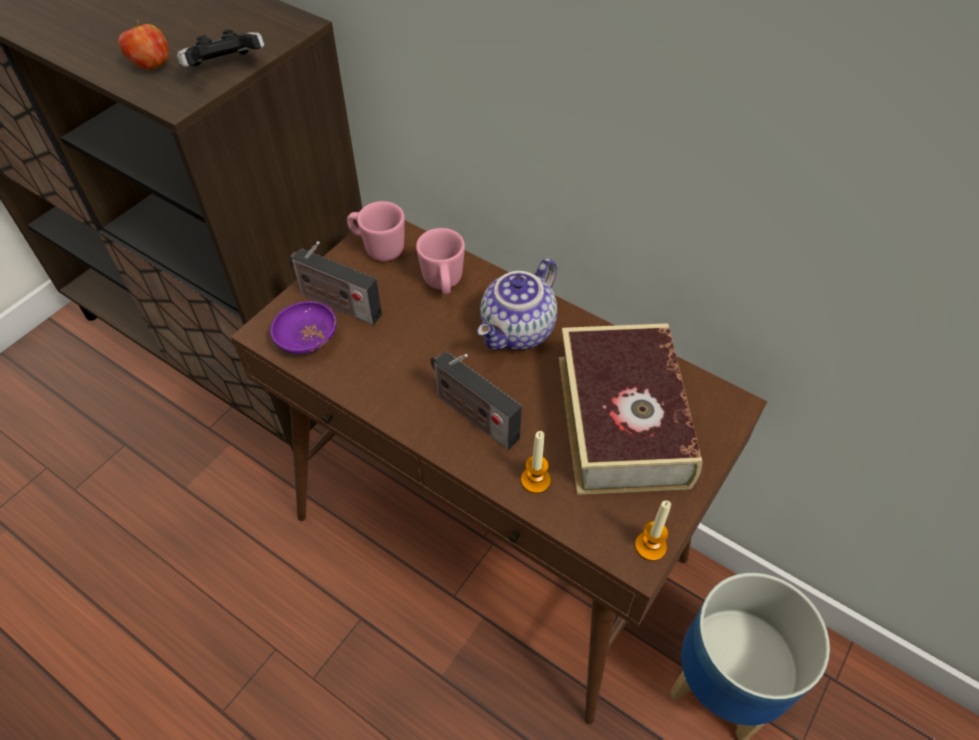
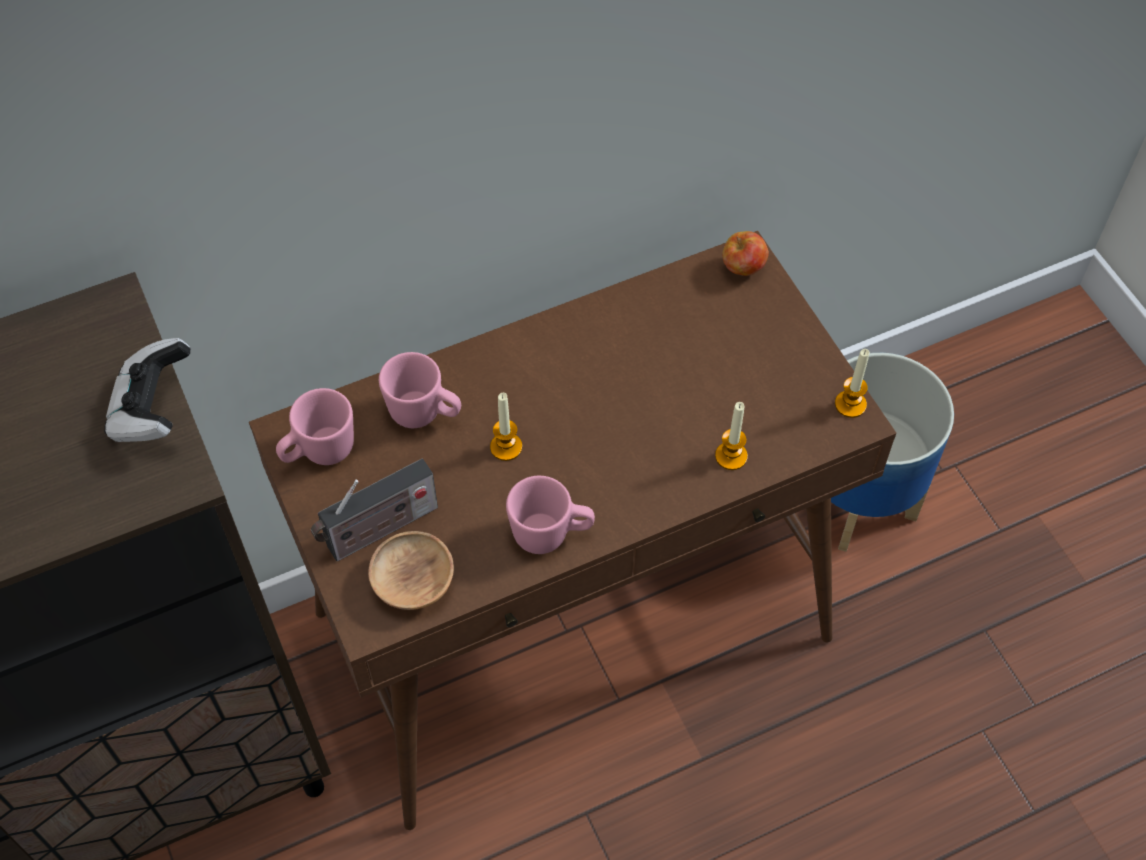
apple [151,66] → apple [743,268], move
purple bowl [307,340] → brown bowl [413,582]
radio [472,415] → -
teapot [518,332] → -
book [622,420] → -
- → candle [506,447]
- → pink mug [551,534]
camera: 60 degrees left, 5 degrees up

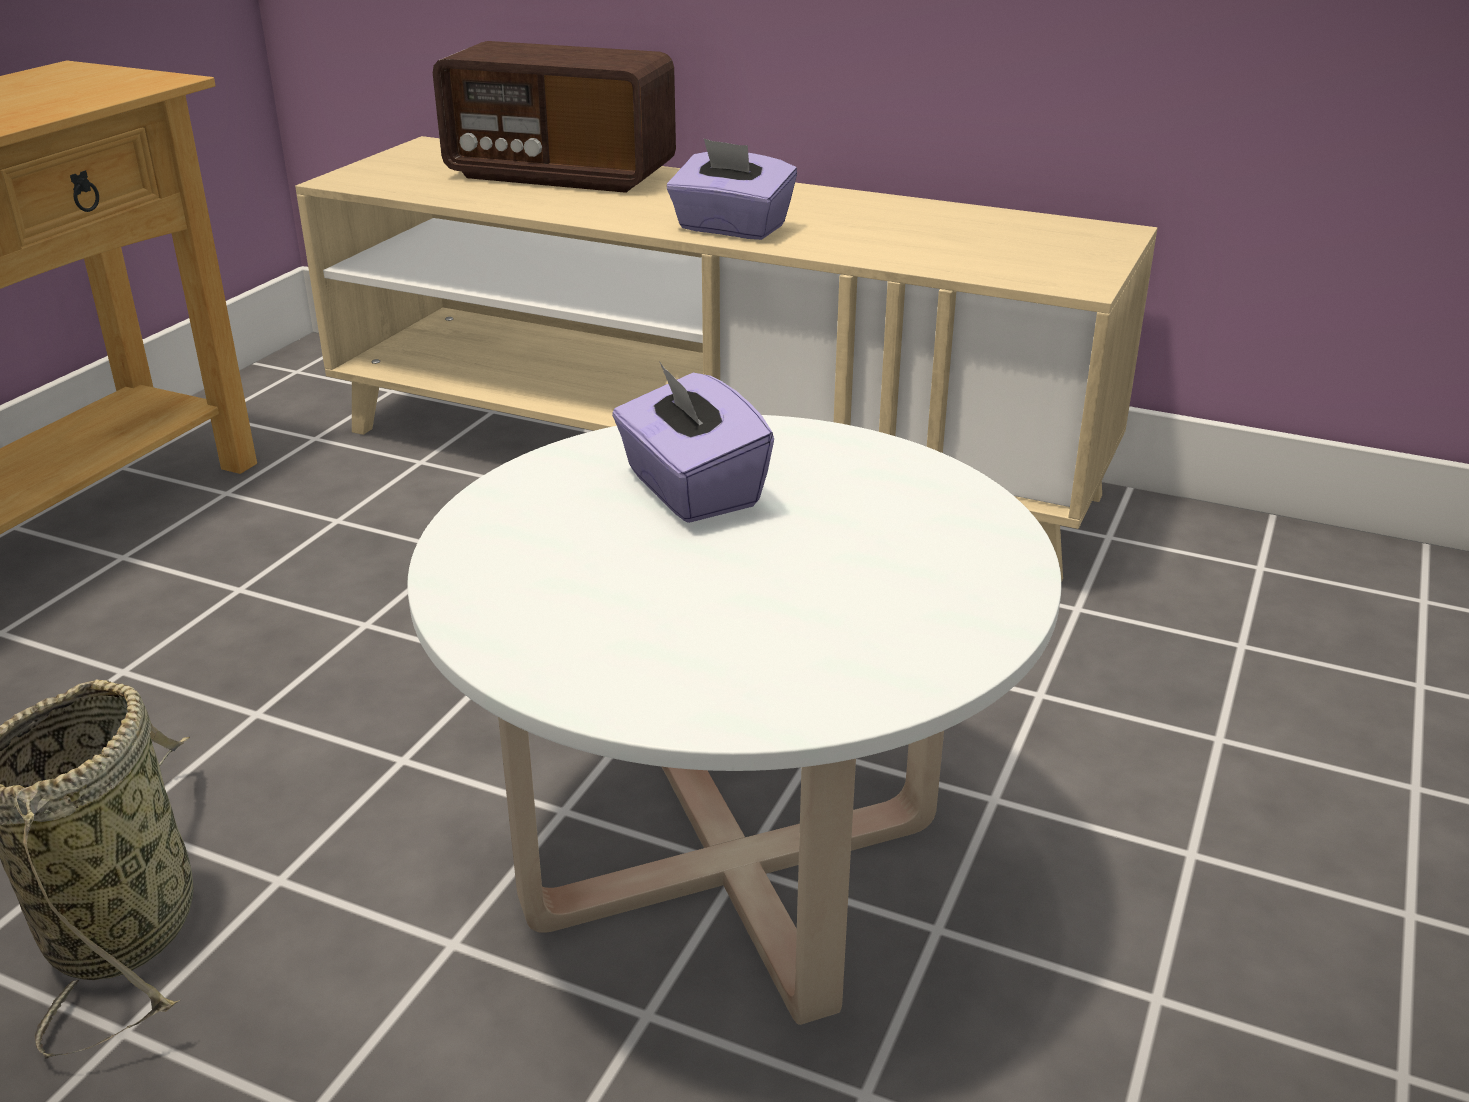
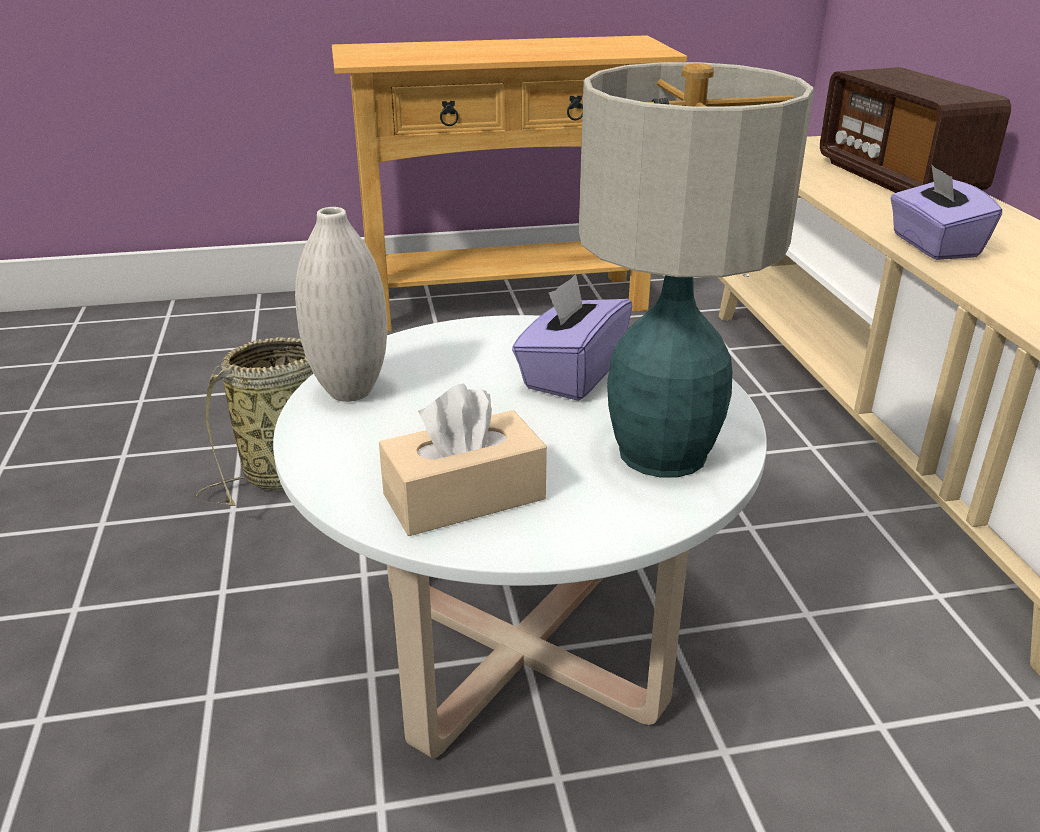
- → white vase [350,392]
- → beige tissue box [464,497]
- → table lamp [661,454]
camera: 55 degrees right, 0 degrees up

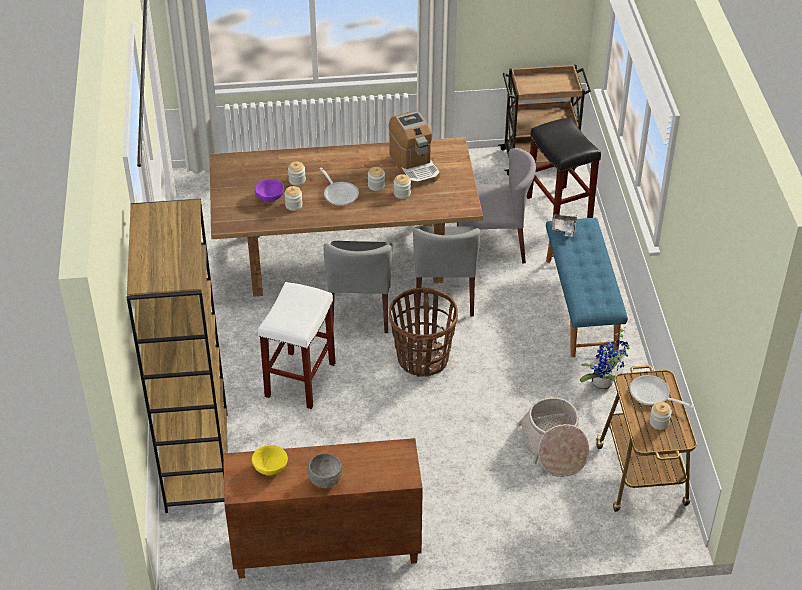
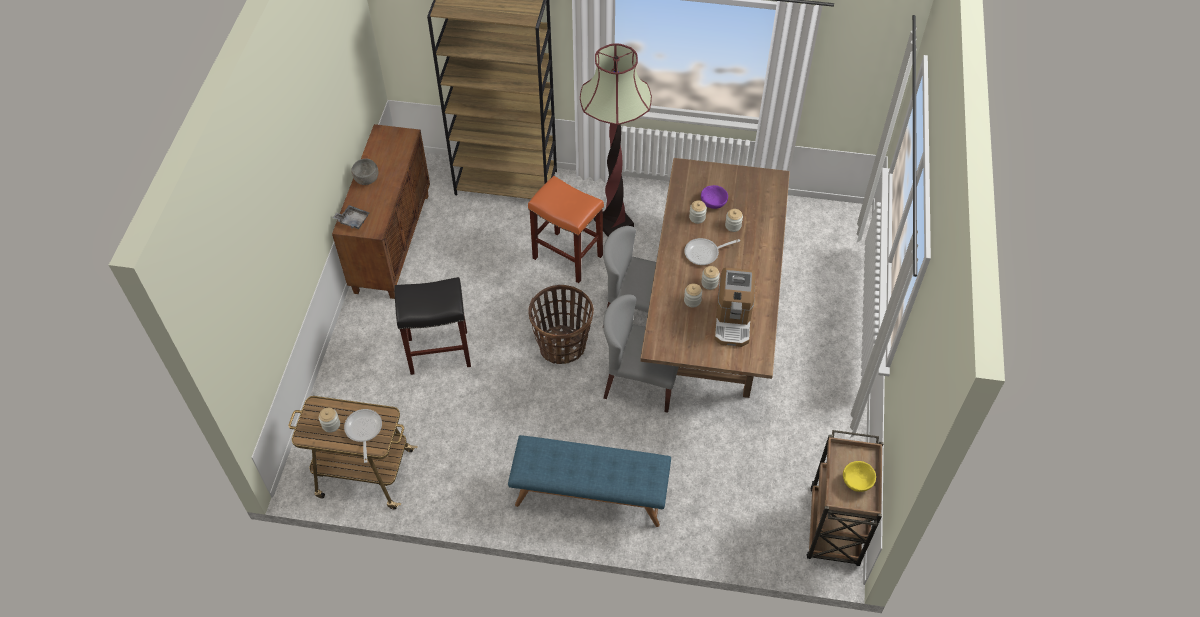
yellow bowl [270,467] → yellow bowl [857,482], move
white stool [300,379] → orange stool [568,257]
coffee machine [414,166] → coffee machine [733,320], 75 degrees counterclockwise
grey chair [491,245] → -
basket [554,447] → -
black stool [560,209] → black stool [438,352], move
grey tray [563,229] → grey tray [353,220], move
potted plant [604,385] → -
frying pan [653,395] → frying pan [363,431], 60 degrees counterclockwise
- → floor lamp [613,223]
camera: 105 degrees right, 10 degrees up

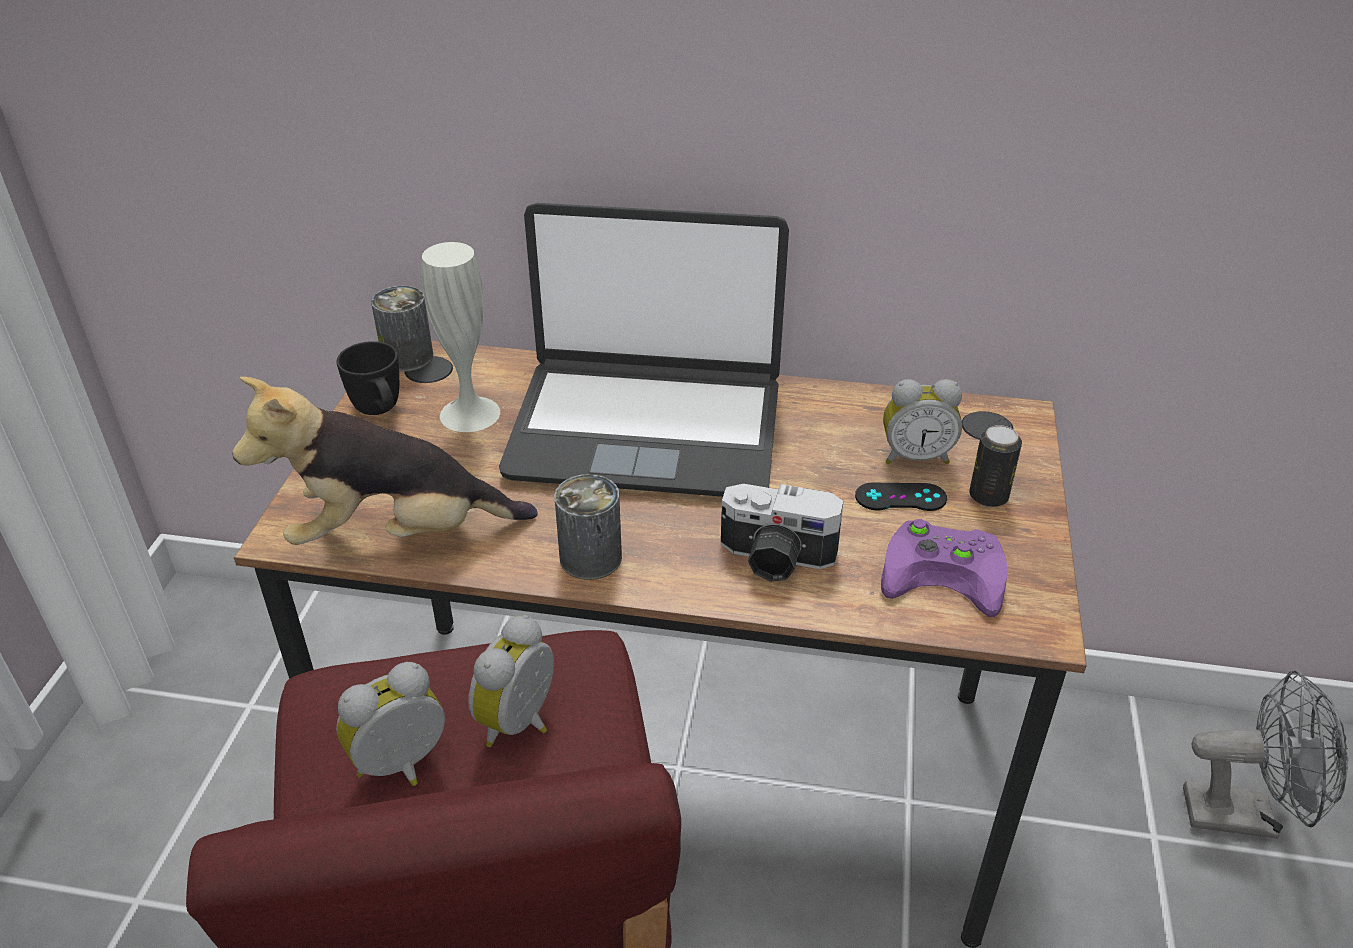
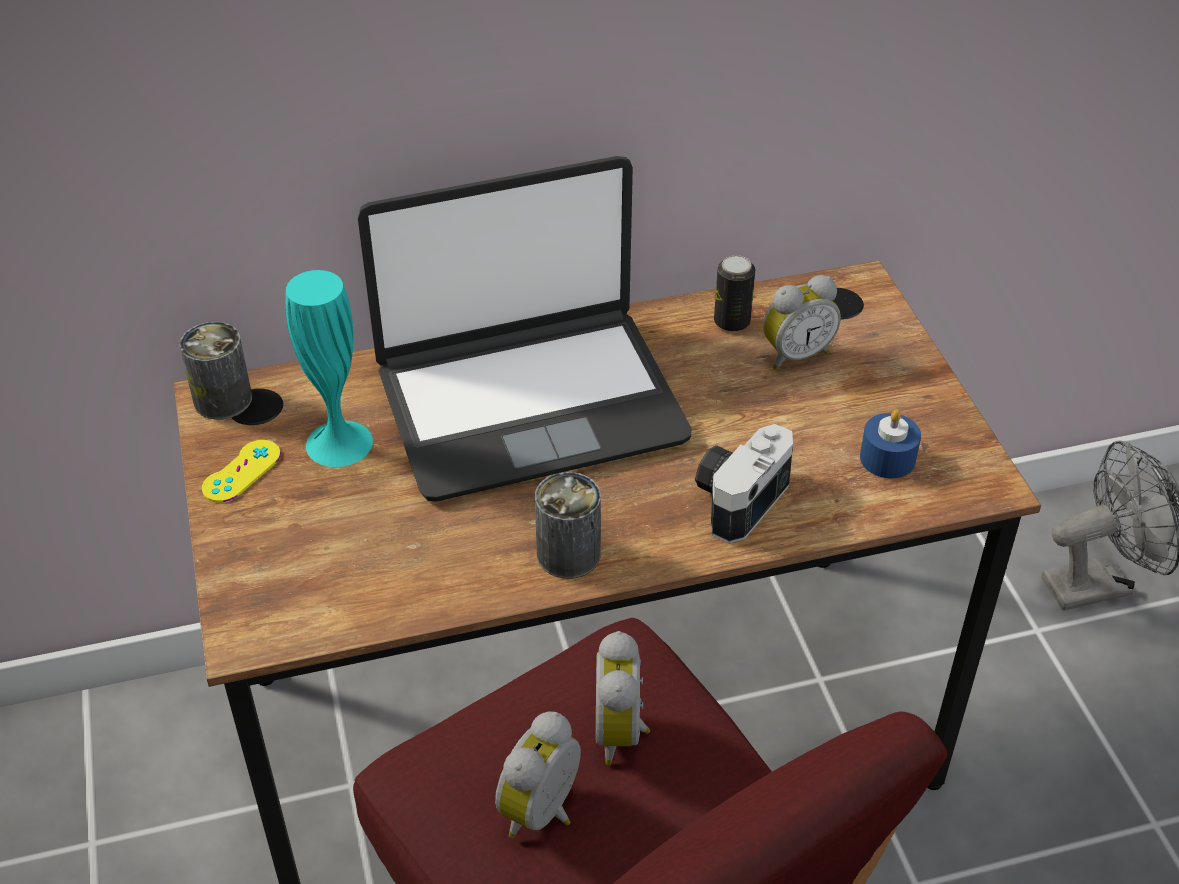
plush toy [396,534] → -
black mug [380,412] → yellow game controller [241,471]
white vase [470,414] → turquoise vase [339,443]
photo camera [775,559] → photo camera [736,497], 135 degrees clockwise
black game controller [900,497] → -
purple game controller [947,571] → blue candle [887,458]
can [988,496] → can [732,322], move
camera: 25 degrees left, 5 degrees up

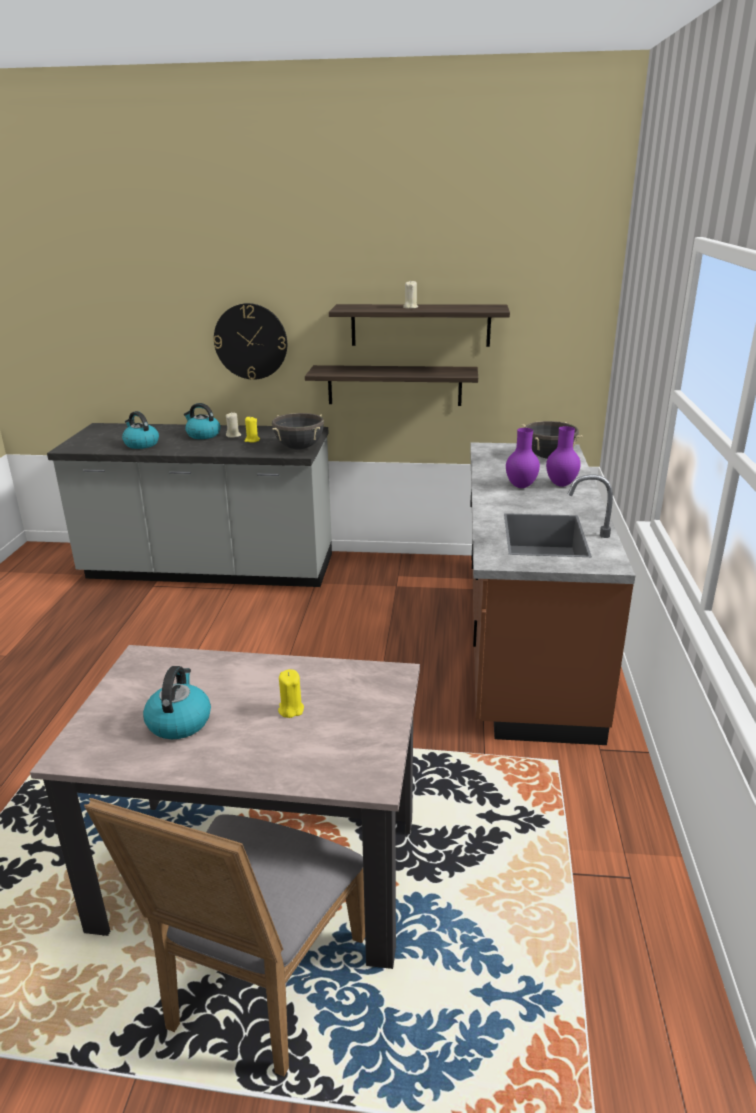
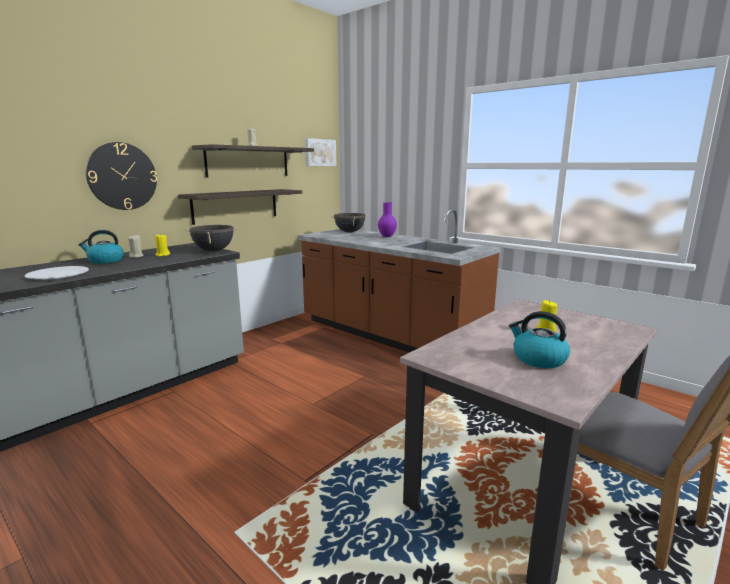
kettle [141,444] → white plate [58,275]
purple vase [521,486] → -
- → picture [320,152]
camera: 55 degrees left, 10 degrees down

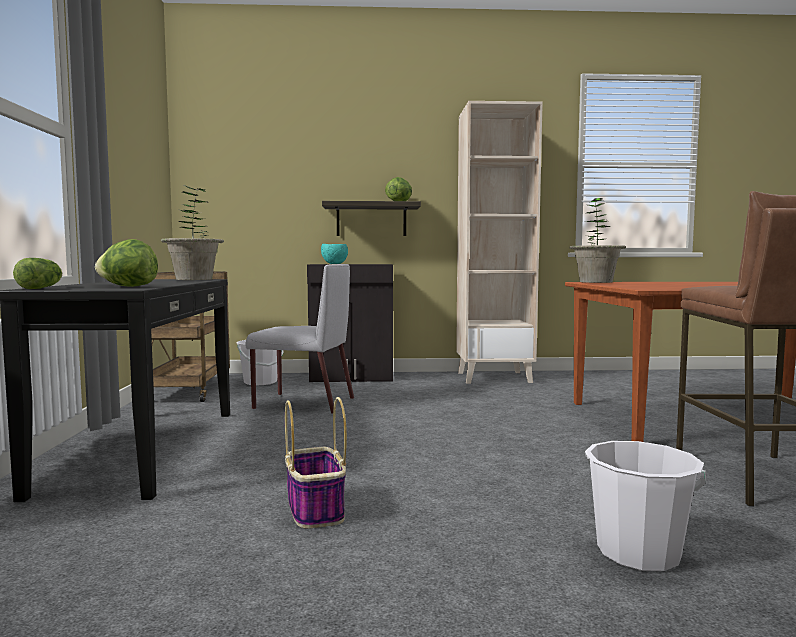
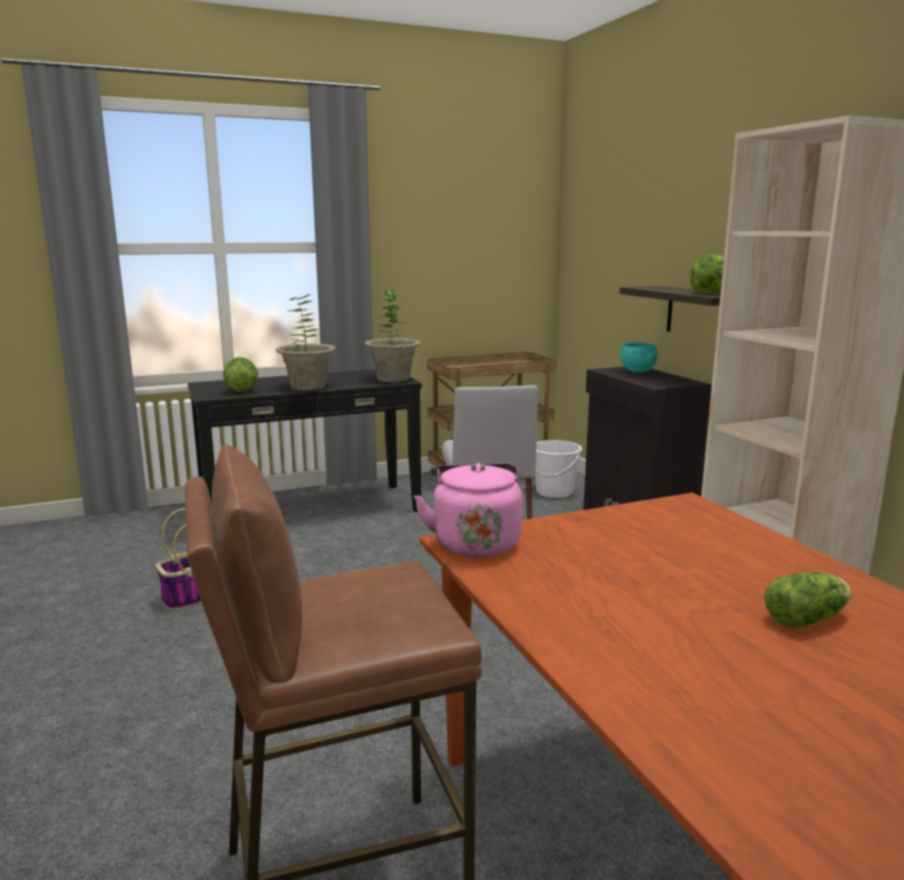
lettuce [42,288] → lettuce [809,619], move
potted plant [595,282] → potted plant [308,387], move
white bucket [638,553] → -
- → pink kettle [474,542]
camera: 70 degrees right, 10 degrees up

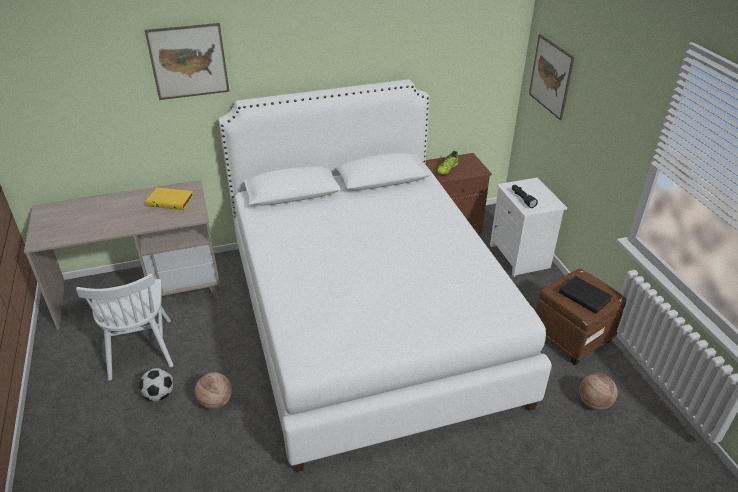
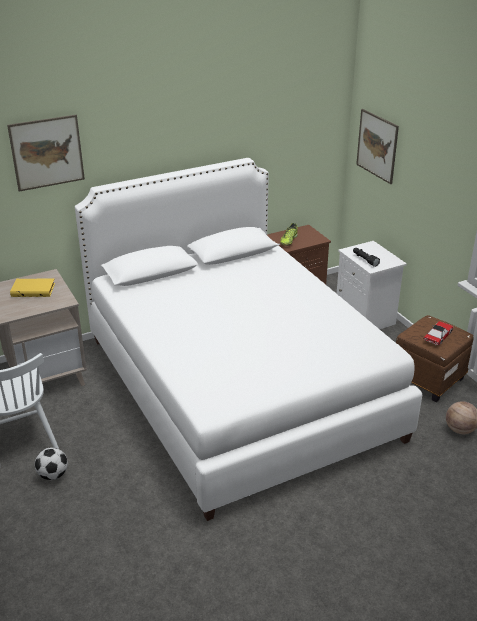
basketball [215,402] → -
black book [585,296] → toy car [438,336]
camera: 10 degrees left, 5 degrees down

